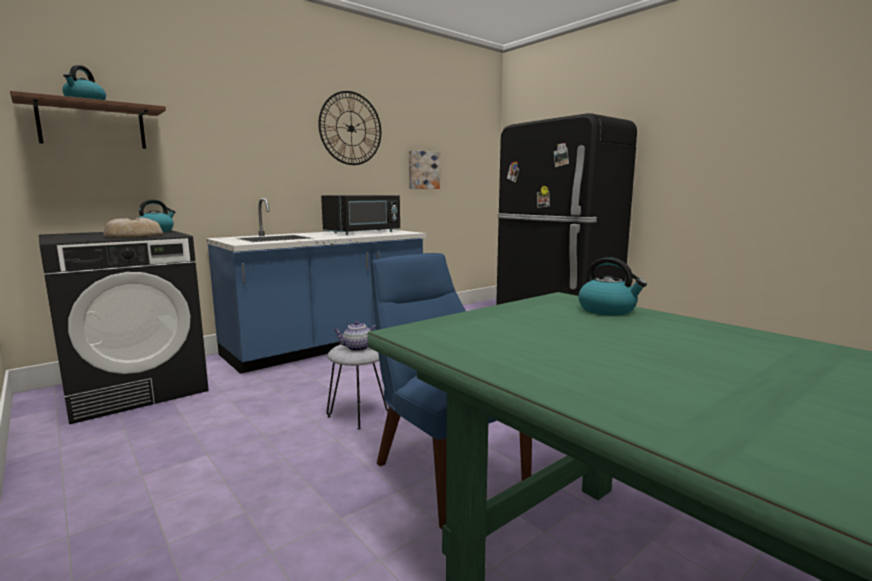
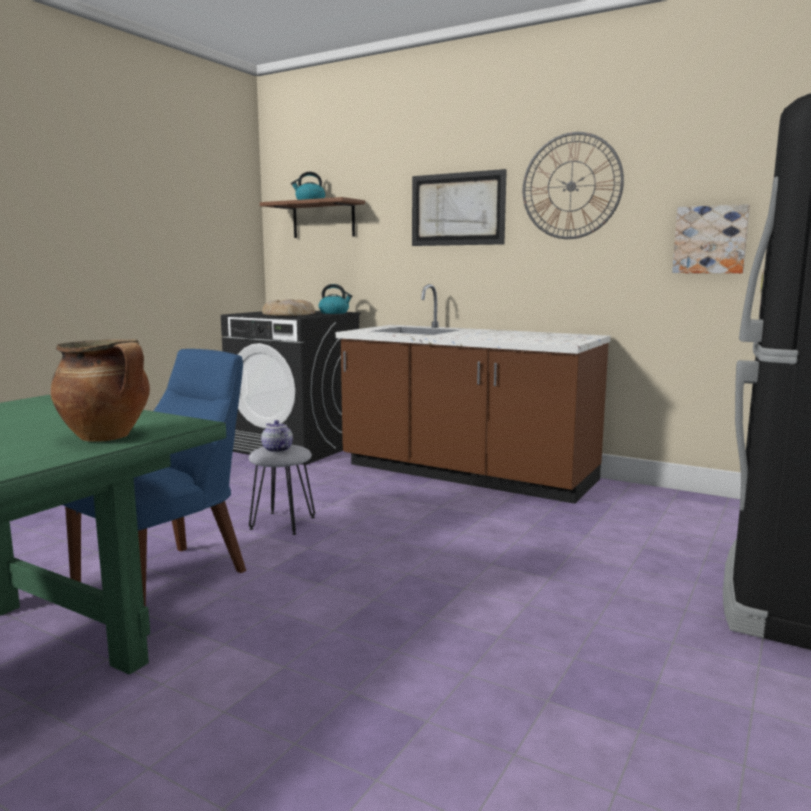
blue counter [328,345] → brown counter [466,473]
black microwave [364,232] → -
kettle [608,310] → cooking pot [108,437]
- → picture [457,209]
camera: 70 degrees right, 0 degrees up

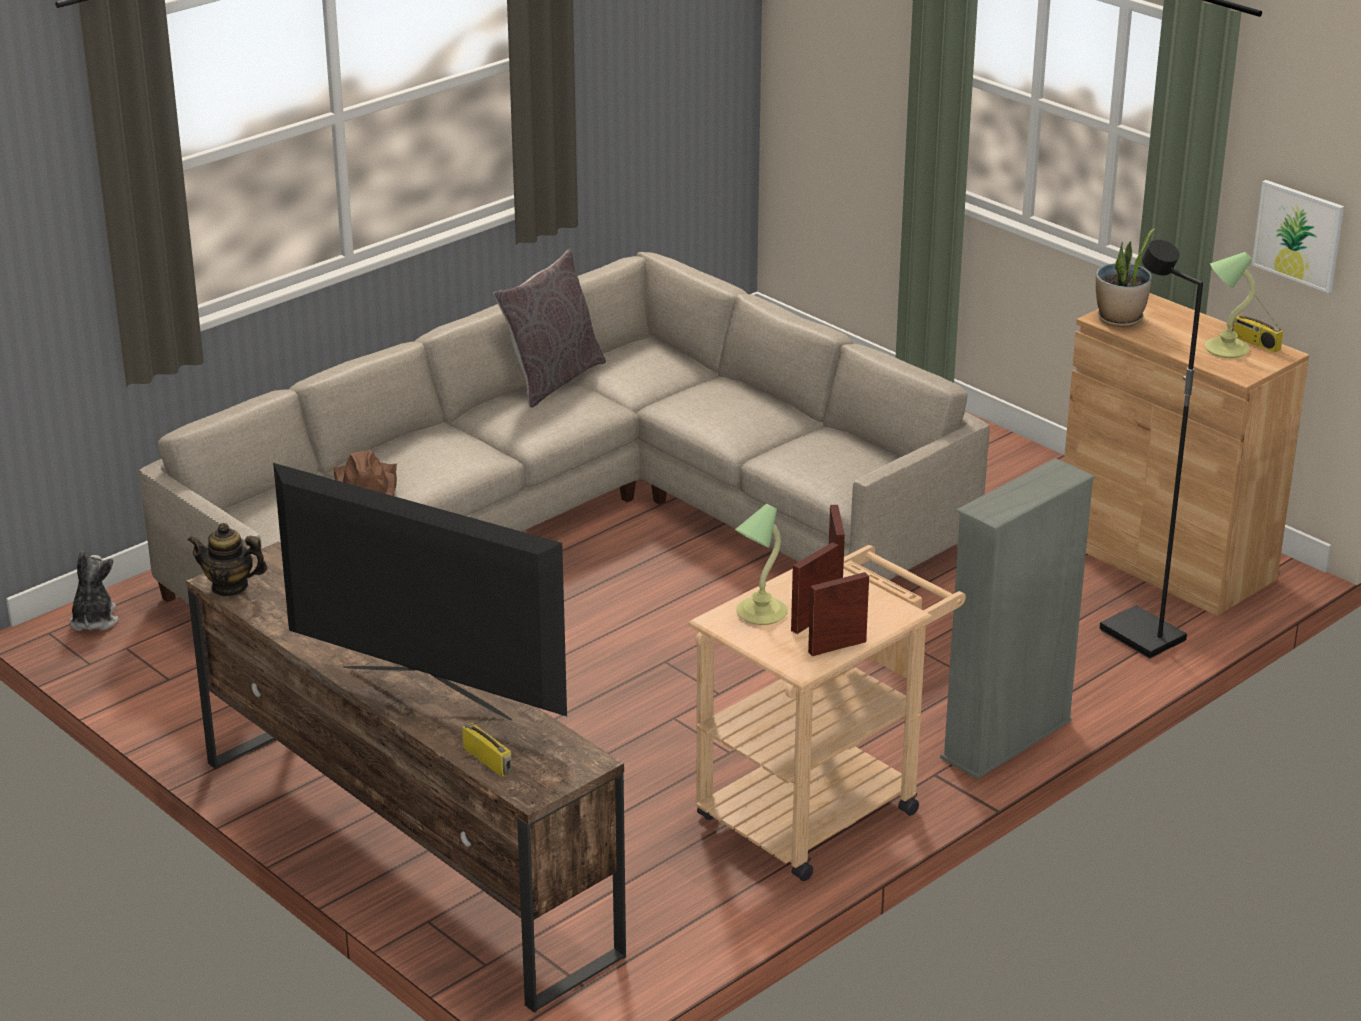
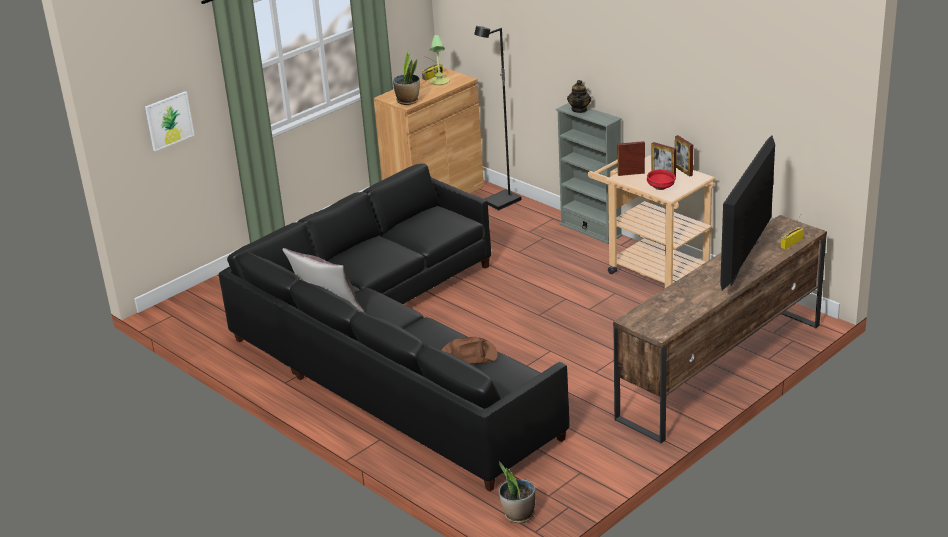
plush toy [94,620] → potted plant [518,515]
beige sofa [581,520] → black sofa [394,351]
teapot [230,587] → teapot [579,109], move
table lamp [759,613] → red bowl [661,187]
picture [1298,235] → picture [169,120], move
camera: 90 degrees left, 0 degrees up

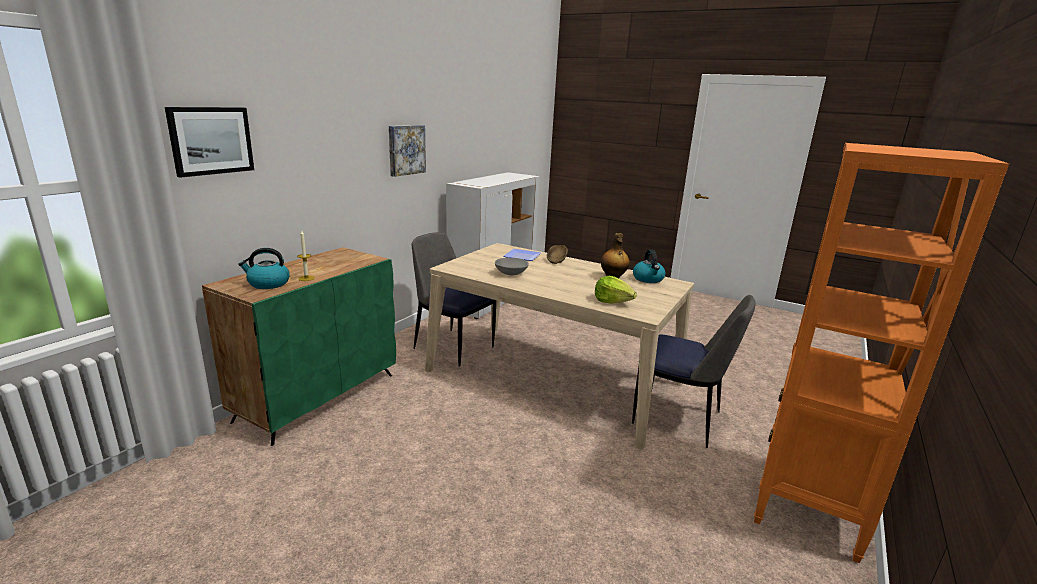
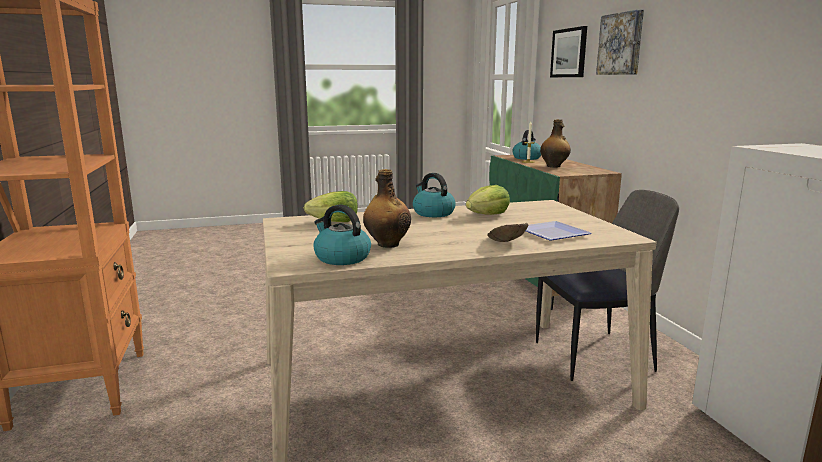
picture [405,150] → picture [621,44], move
grey bowl [511,273] → lettuce [487,215]
chair [679,419] → -
- → kettle [433,213]
- → bottle [554,166]
camera: 135 degrees right, 5 degrees down

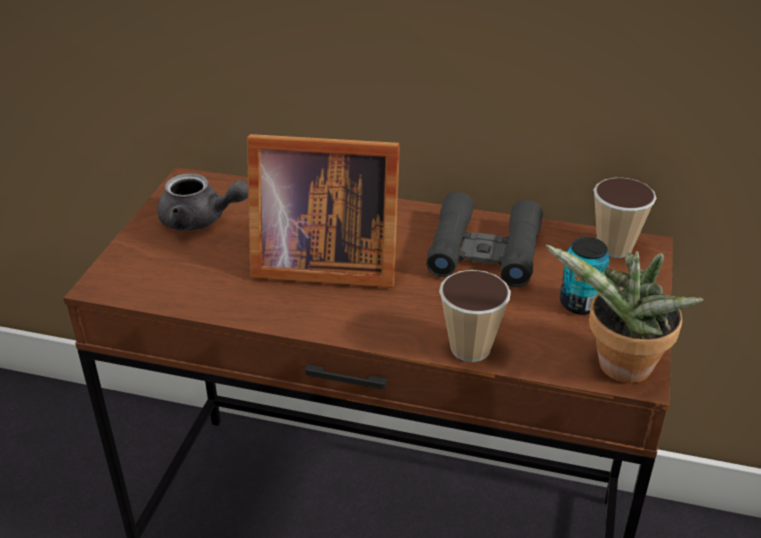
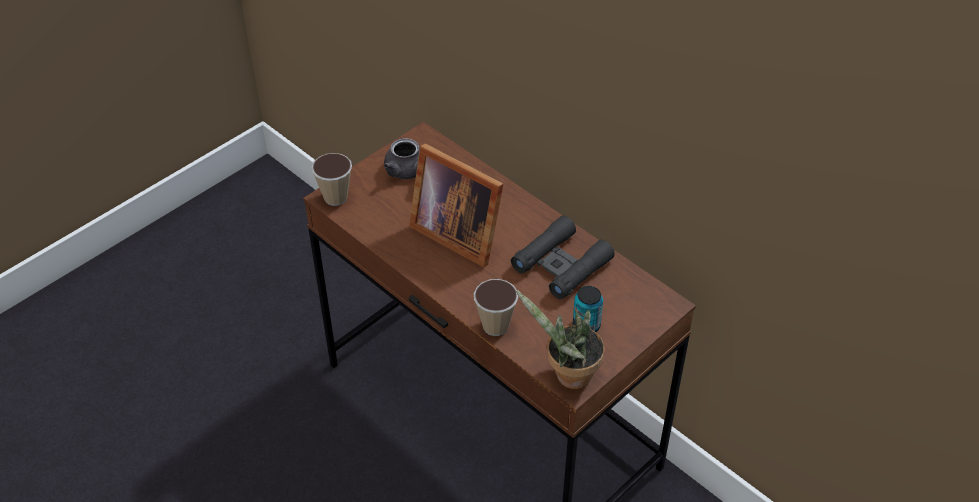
cup [614,247] → cup [335,197], move
camera: 30 degrees right, 10 degrees up

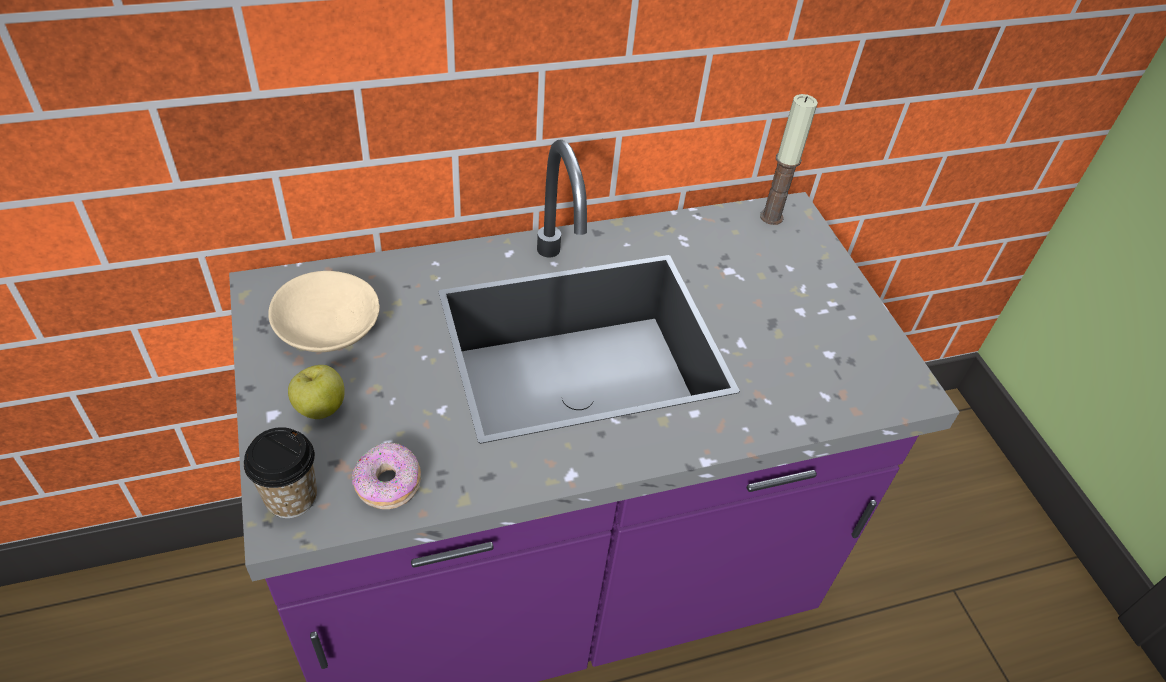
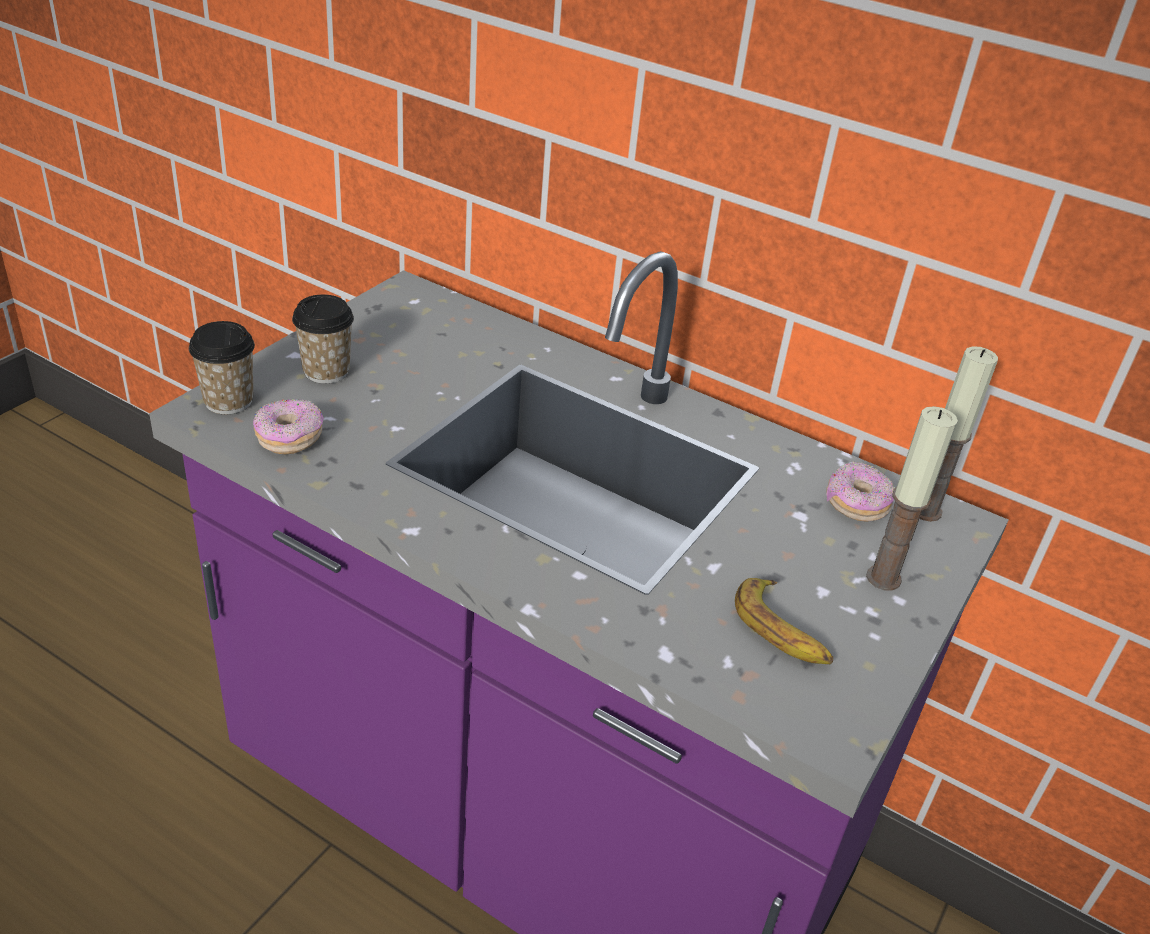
beige bowl [329,327] → -
apple [320,408] → cup [326,371]
- → banana [781,631]
- → donut [856,504]
- → candle [883,578]
camera: 50 degrees right, 10 degrees down

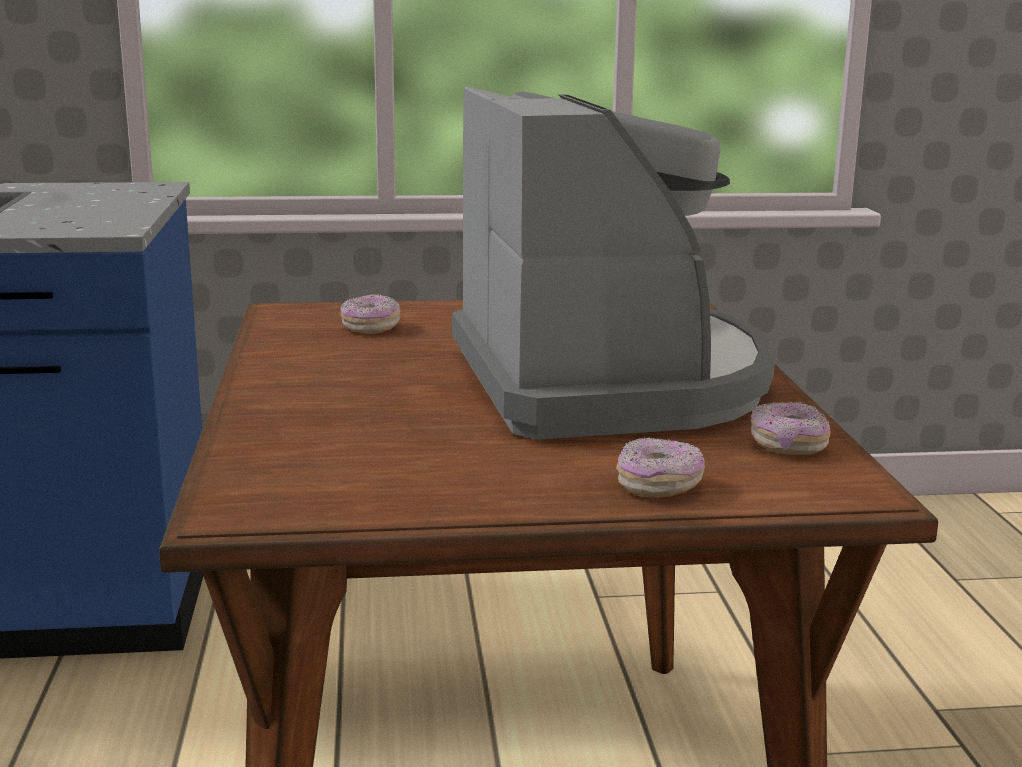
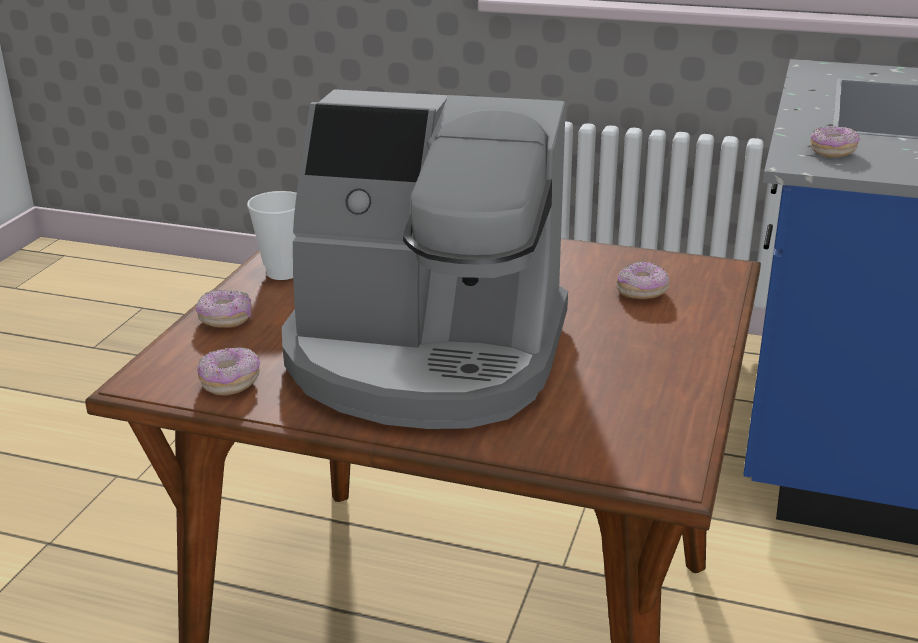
- → cup [283,272]
- → donut [832,152]
camera: 115 degrees right, 10 degrees up

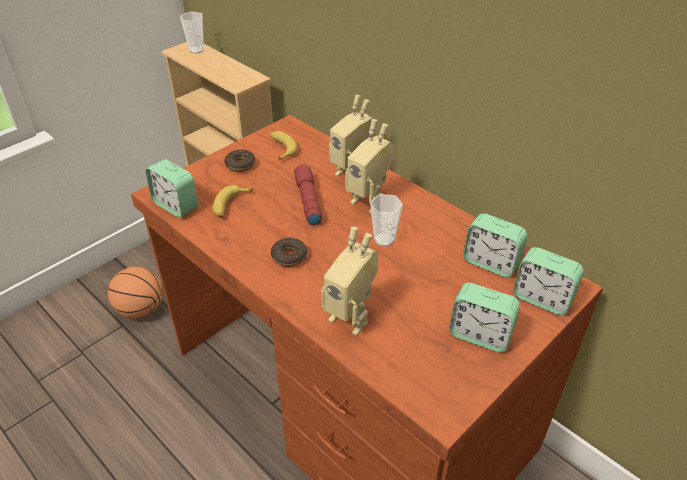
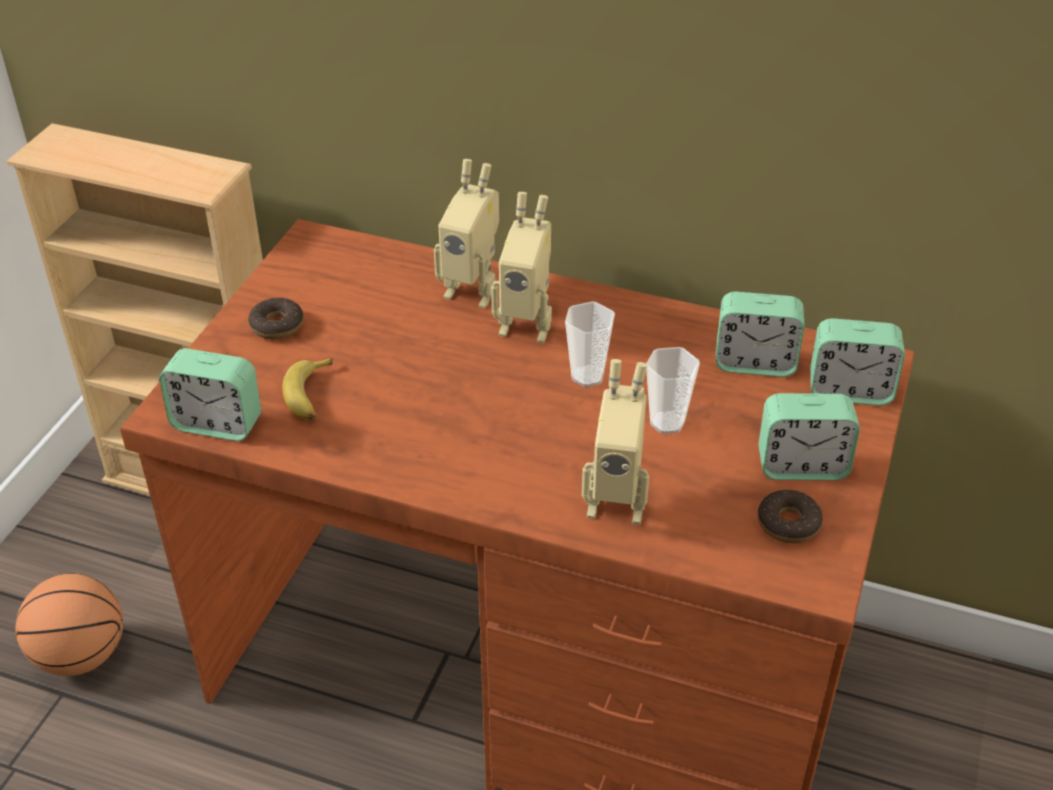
cup [196,50] → cup [667,423], move
banana [281,148] → -
donut [289,256] → donut [788,523], move
red flashlight [307,200] → -
camera: 25 degrees left, 0 degrees up

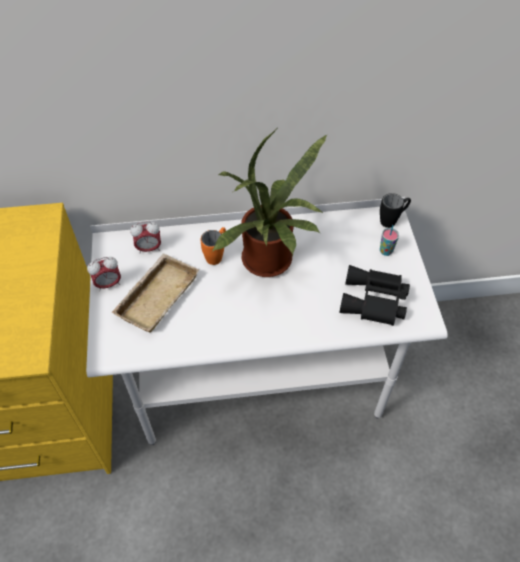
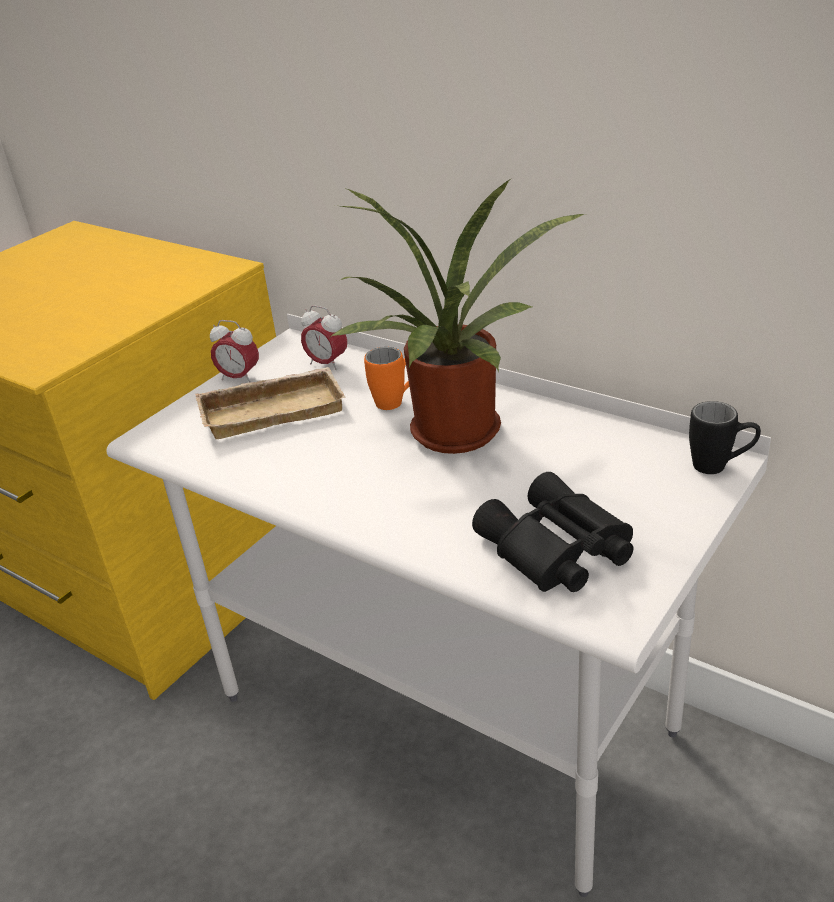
cup [386,251] → -
camera: 45 degrees right, 20 degrees down

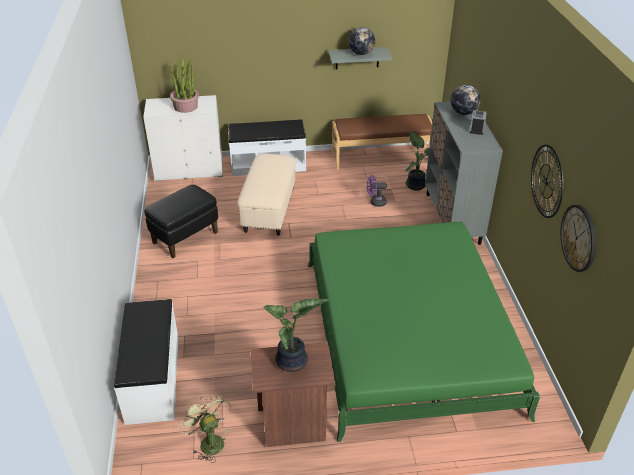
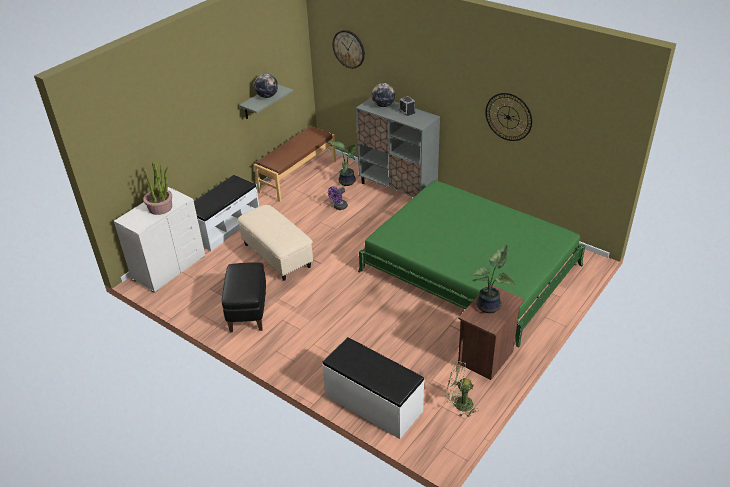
wall clock [579,238] → wall clock [349,49], move
camera: 45 degrees left, 0 degrees up

